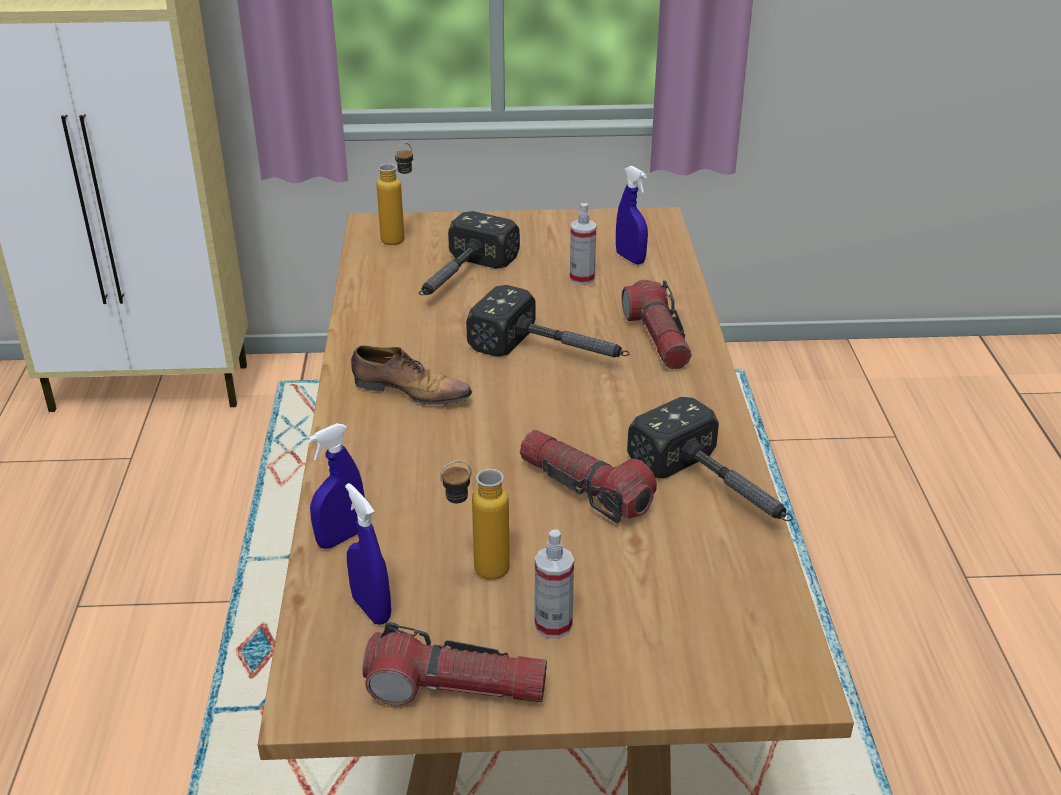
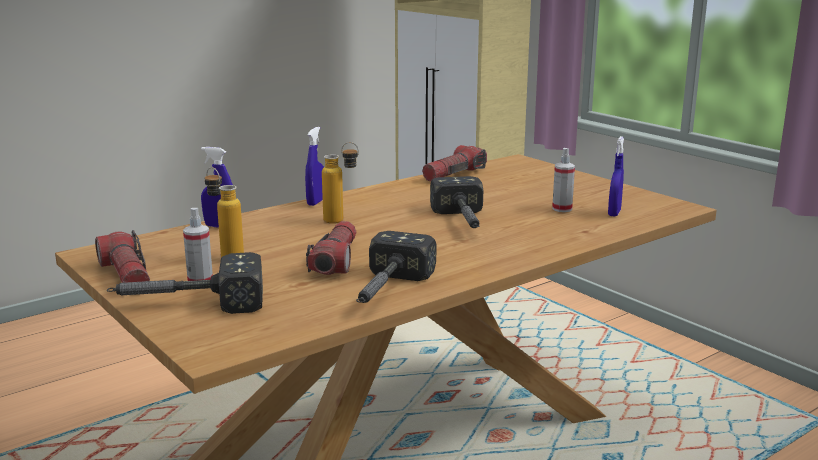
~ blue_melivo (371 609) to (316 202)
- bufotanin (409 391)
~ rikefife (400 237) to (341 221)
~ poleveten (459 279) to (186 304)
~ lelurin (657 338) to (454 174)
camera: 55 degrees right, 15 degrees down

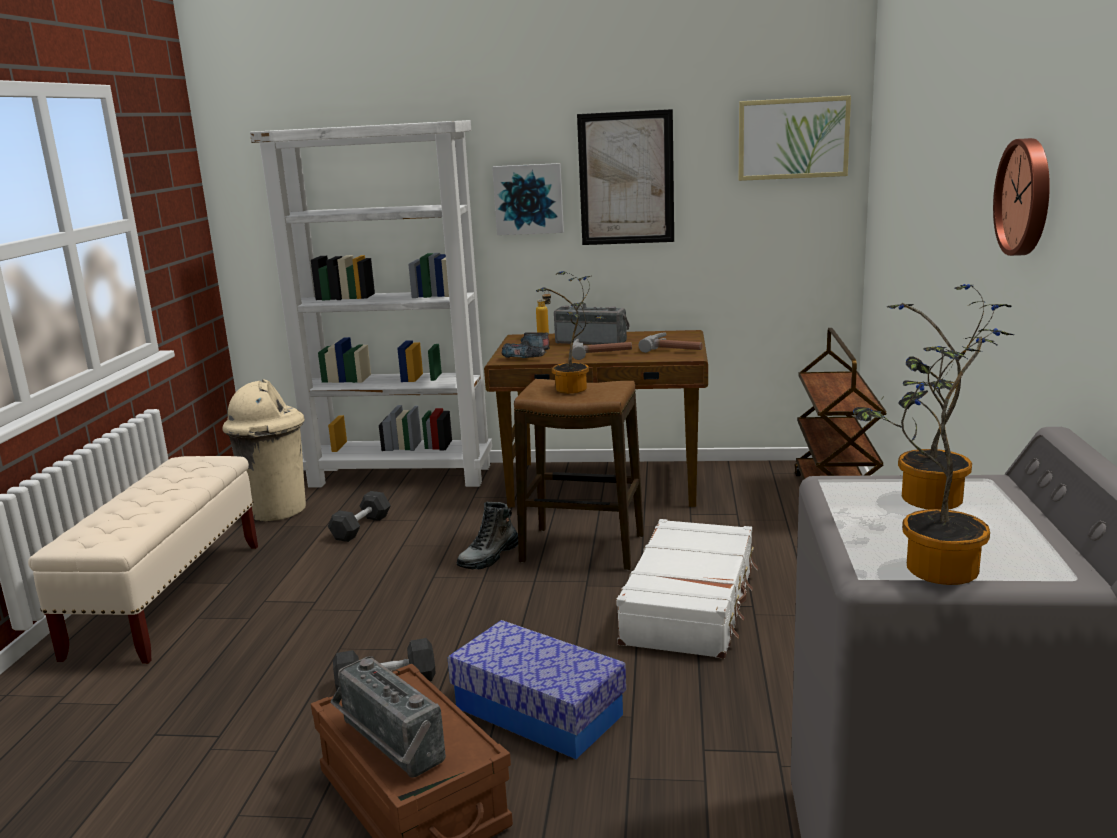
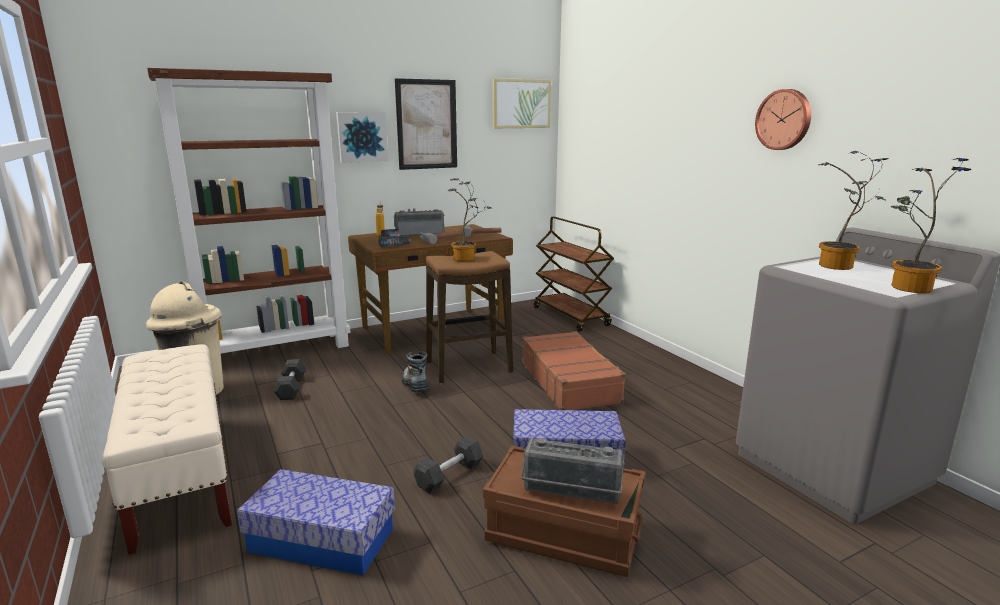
~ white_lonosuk (402 475) to brown_lonosuk (278 350)
~ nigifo (489 557) = (415 385) 150 degrees clockwise
~ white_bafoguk (691 604) to brown_bafoguk (569 382)
+ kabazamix (322 540)
camera: 35 degrees left, 0 degrees up

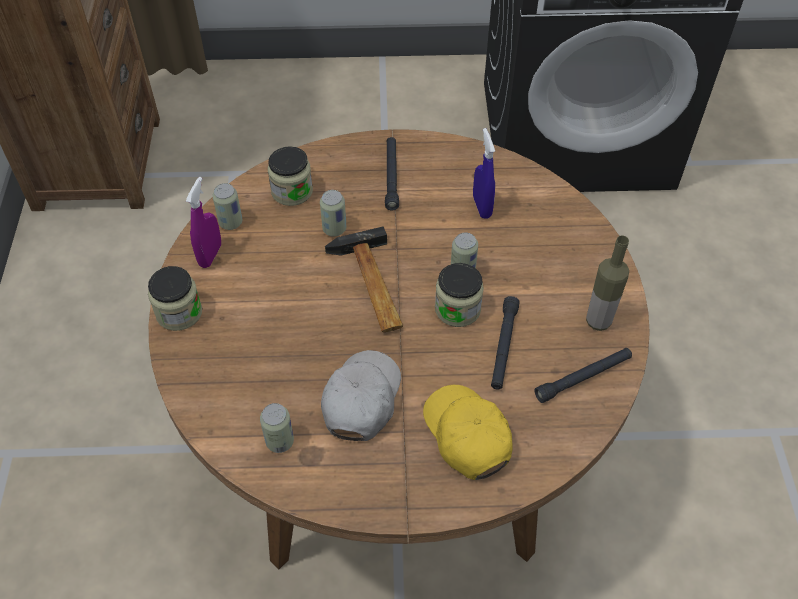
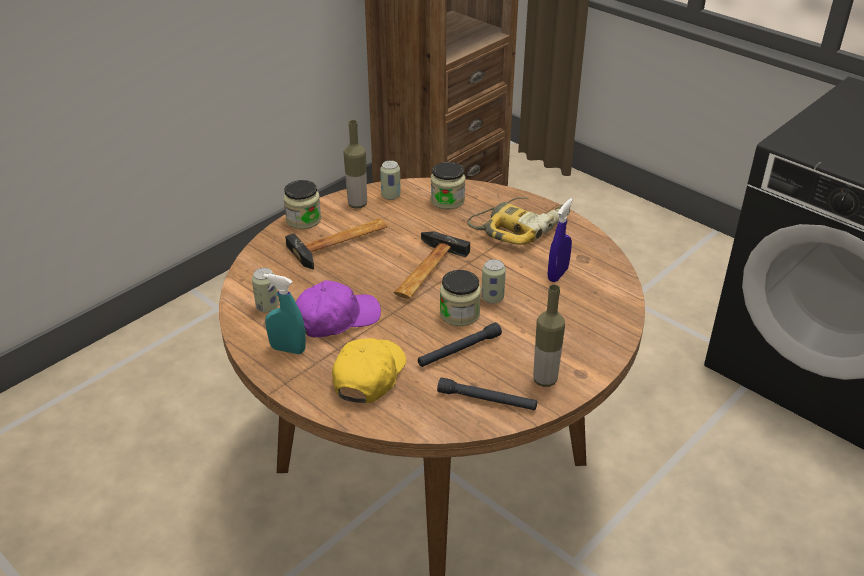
~ purple_melivo (210 255) to rikefife (357 204)
- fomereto (334 229)
~ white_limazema (361 400) to purple_limazema (336 318)
~ black_lelurin (391 176) to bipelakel (520 226)
+ turquoise_melivo (288 349)
+ poleveten (342 243)
camera: 45 degrees right, 15 degrees down

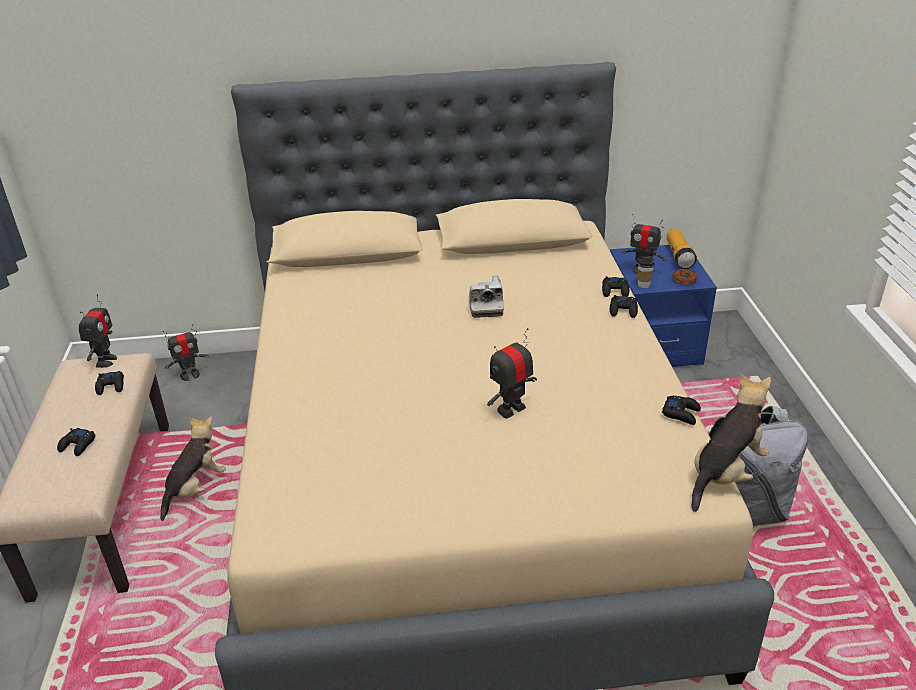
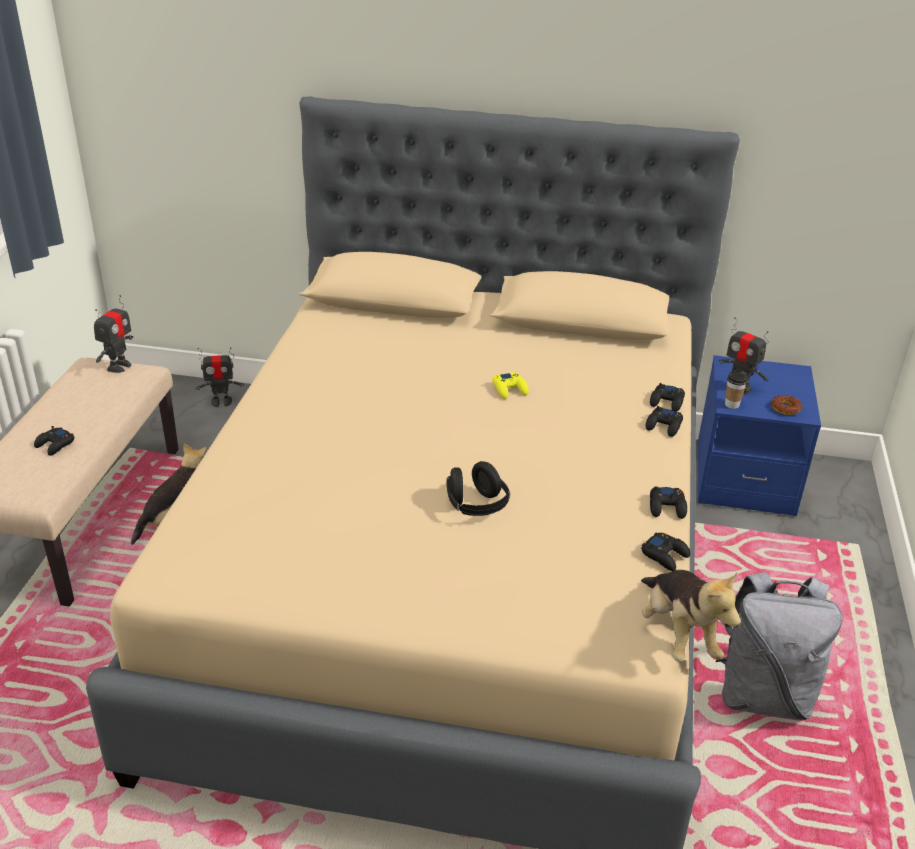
~ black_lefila (111 386) to (667 507)
~ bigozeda (485 306) to yellow_lefila (510 389)
~ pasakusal (511 409) to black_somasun (476 506)
- lelurin (679 256)
~ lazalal (725 473) = (678 633) 105 degrees clockwise
camera: 15 degrees right, 0 degrees up

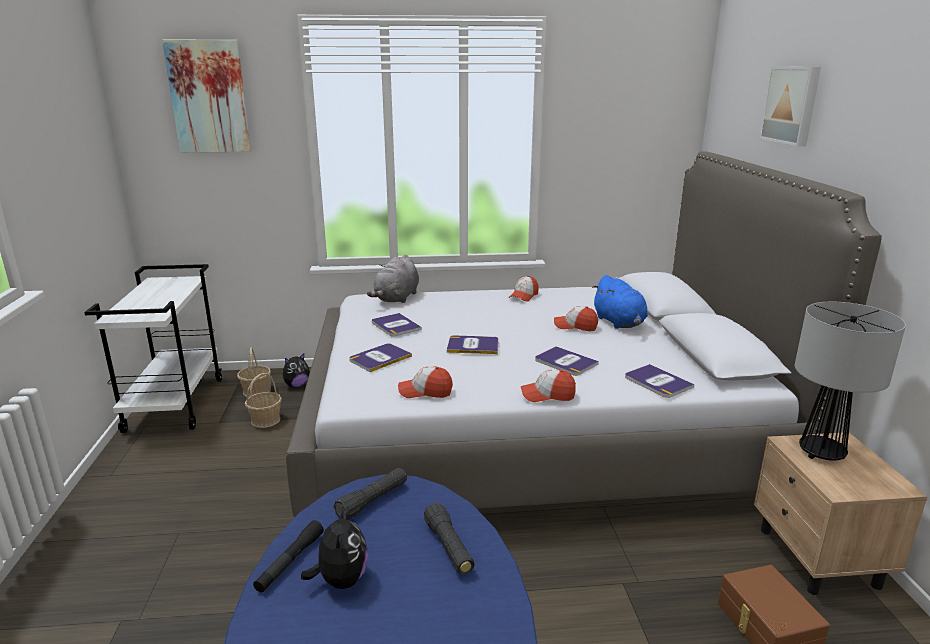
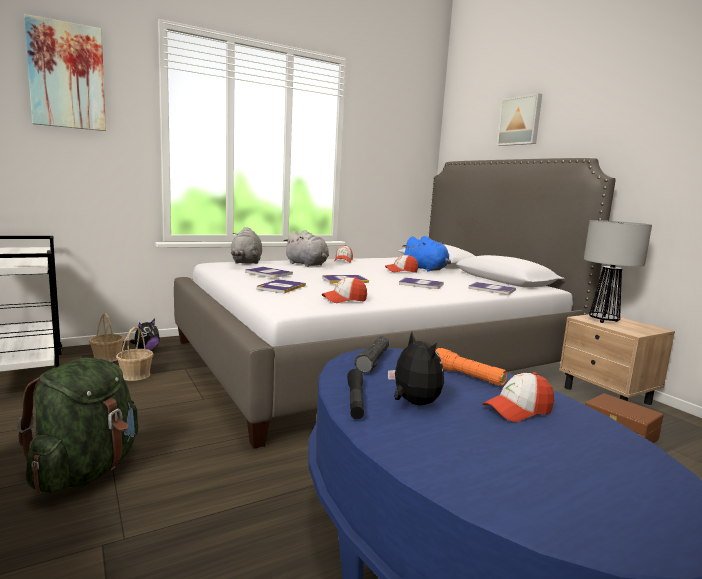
~ black_lelurin (449 547) to orange_lelurin (467 376)
~ limazema (547 395) to (517 410)
+ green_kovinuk (86 470)
+ grey_lazalal (307 265)
camera: 25 degrees left, 10 degrees down

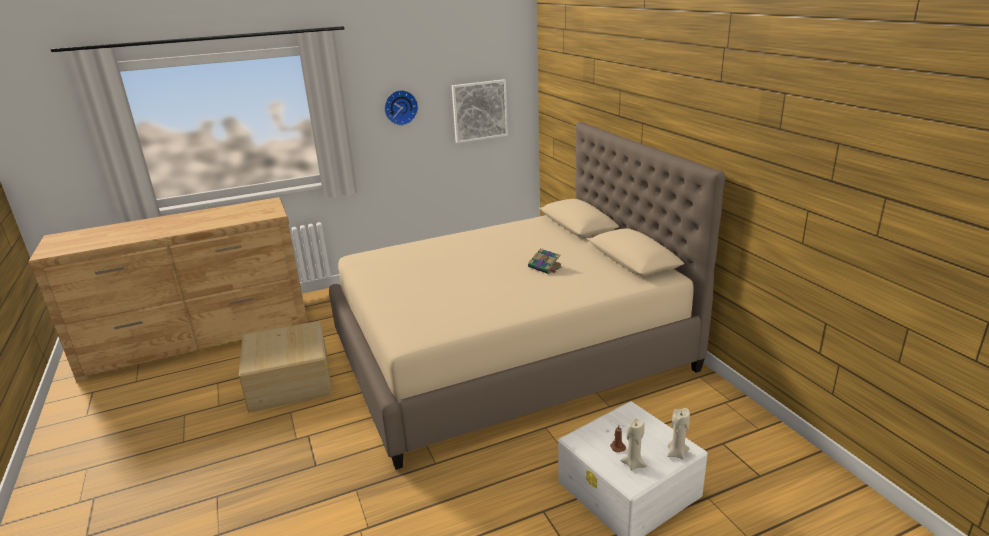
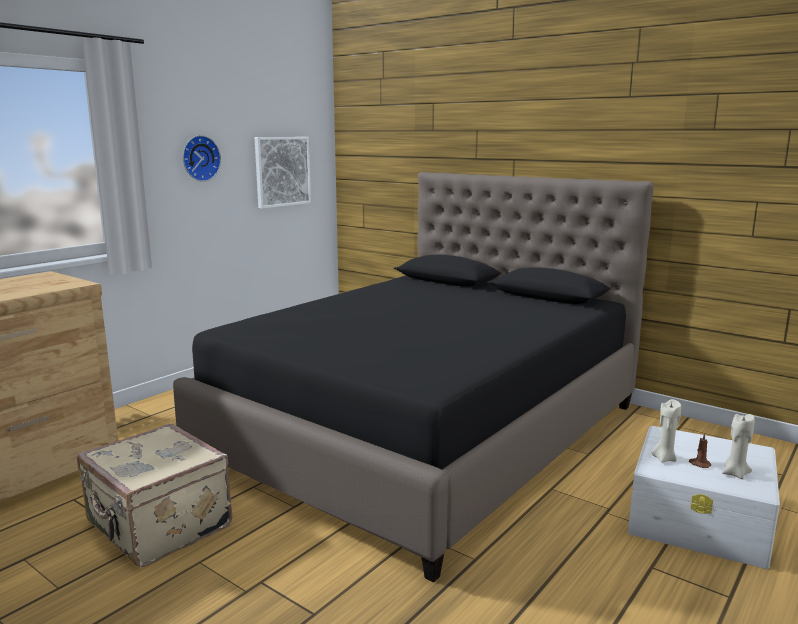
~ beige_kabazamix (290 382) to beige_bafoguk (158 527)
~ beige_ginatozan (509 353) to black_ginatozan (427 431)
- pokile (545 267)
~ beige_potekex (676 453) to (664 458)
camera: 30 degrees left, 10 degrees down

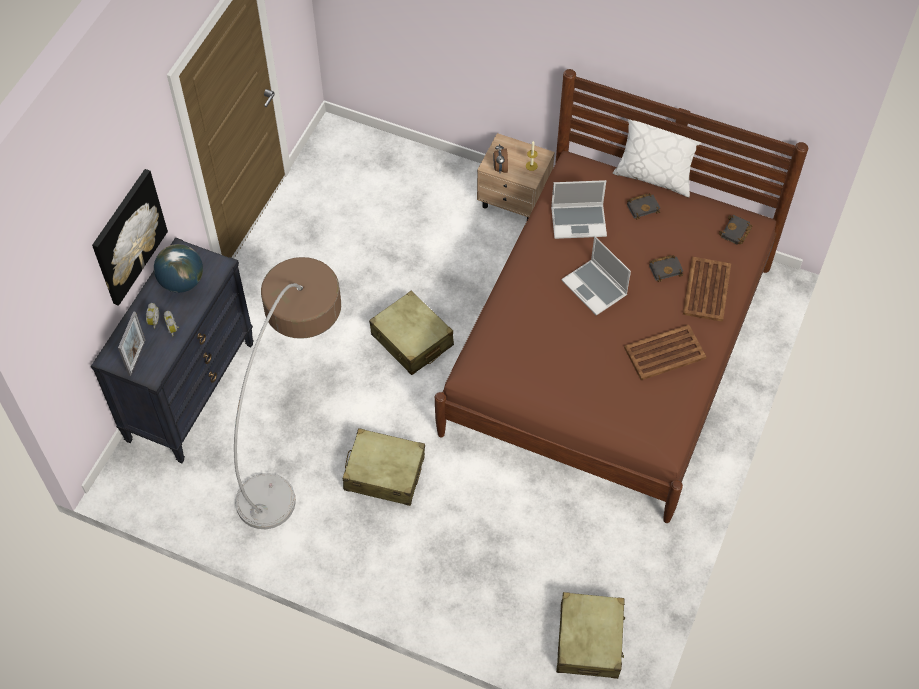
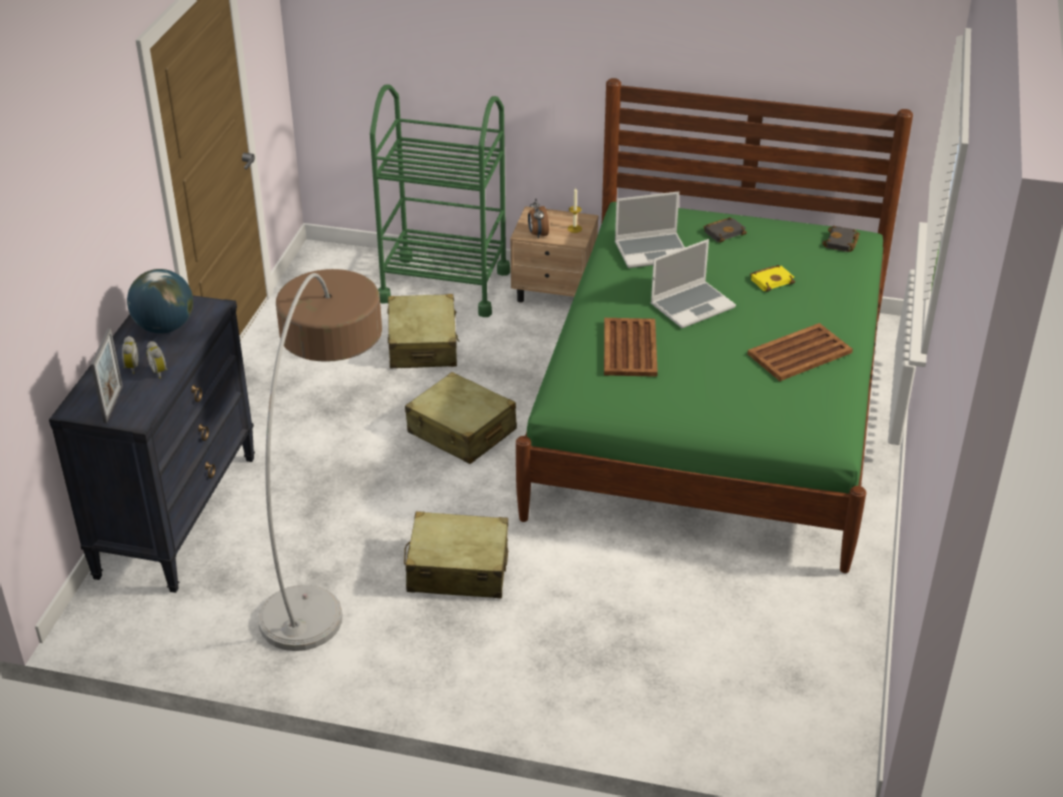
- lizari (128 236)
~ brown_ginatozan (608 349) to green_ginatozan (711 412)
~ beige_bafoguk (589 640) to (423 344)
~ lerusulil (595 288) = (692 305) 75 degrees counterclockwise
- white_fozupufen (654 176)
~ black_pokile (666 269) to yellow_pokile (772 280)
~ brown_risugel (706 290) to (629 349)
+ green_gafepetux (444 286)
camera: 10 degrees left, 20 degrees down

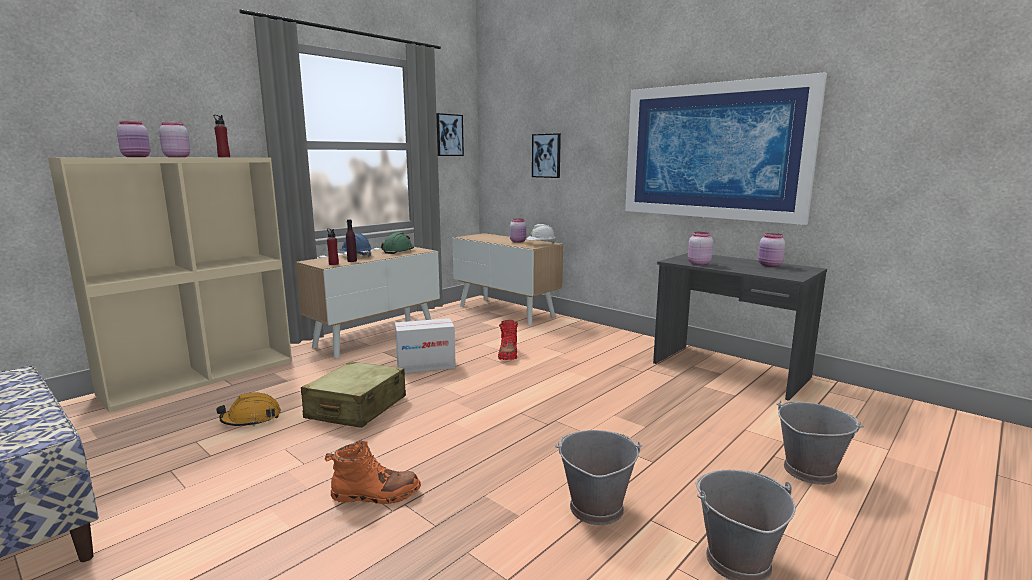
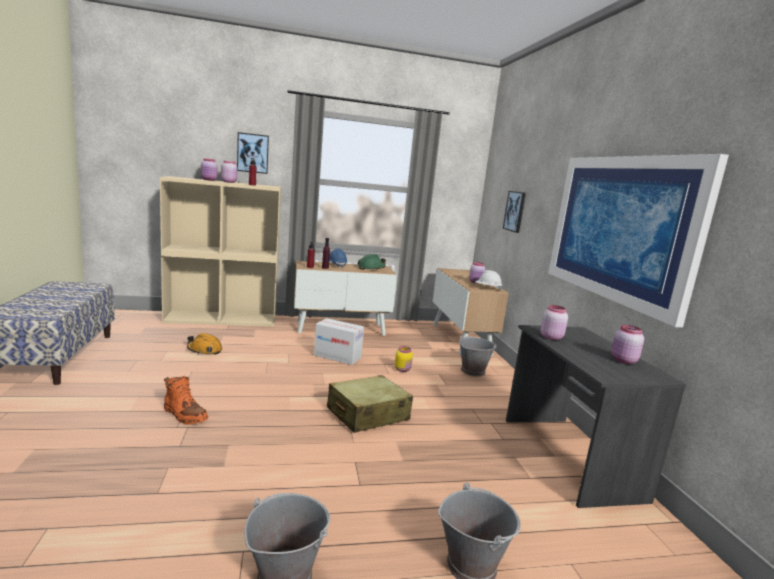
~ beige_bafoguk (356 408) to (367 414)
~ lizari (449 135) to (253 153)
~ red_nigifo (508 354) to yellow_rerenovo (403 369)
~ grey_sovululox (595 507) to (472 371)
camera: 35 degrees right, 0 degrees up

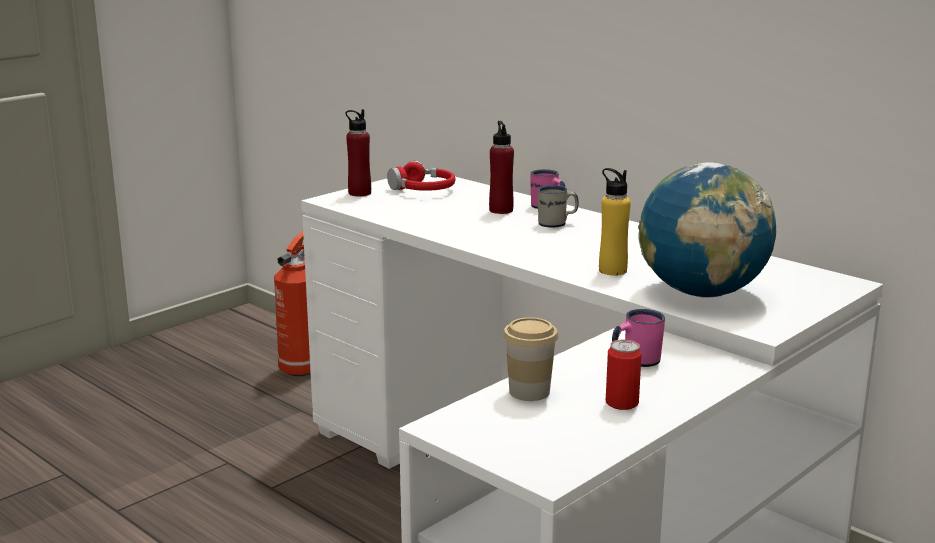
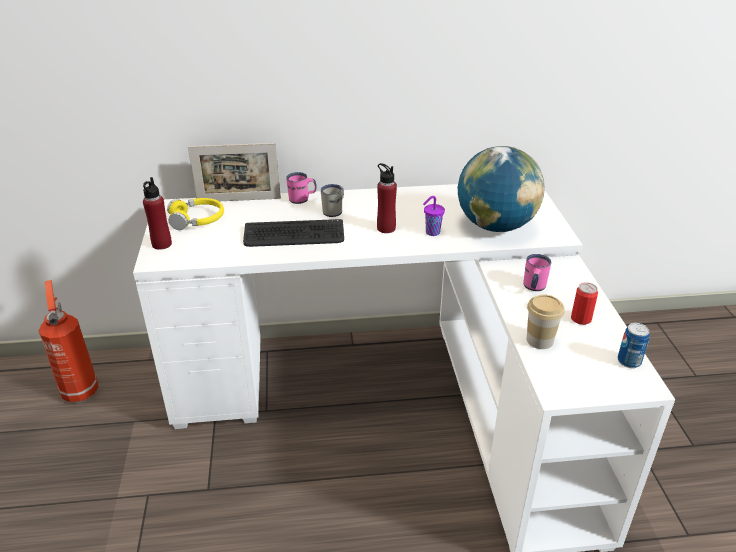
~ red_somasun (422 189) to yellow_somasun (197 220)
~ red_rikefife (501 210) to (386 228)
~ yellow_rikefife (612 270) to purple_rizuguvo (431 233)
+ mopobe (238 200)
+ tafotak (294 235)
+ fomereto (629 361)
camera: 50 degrees left, 15 degrees up

